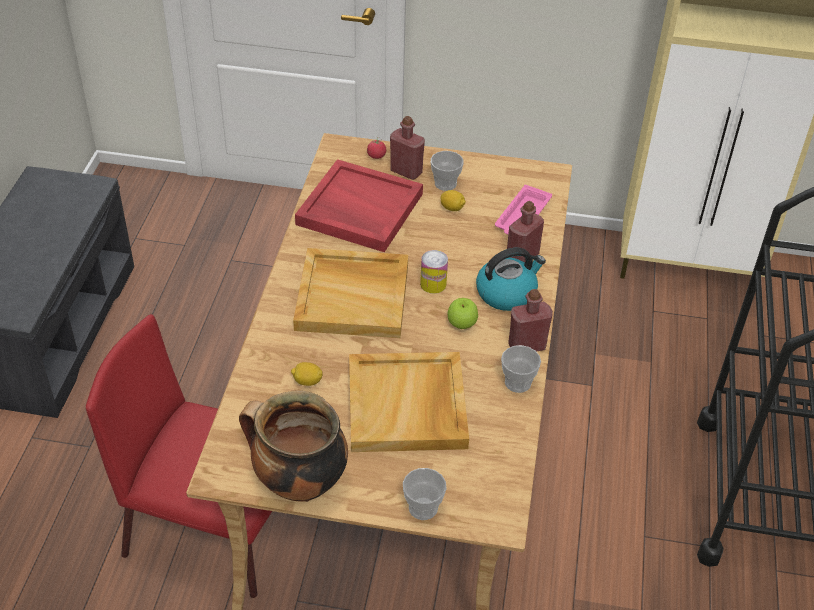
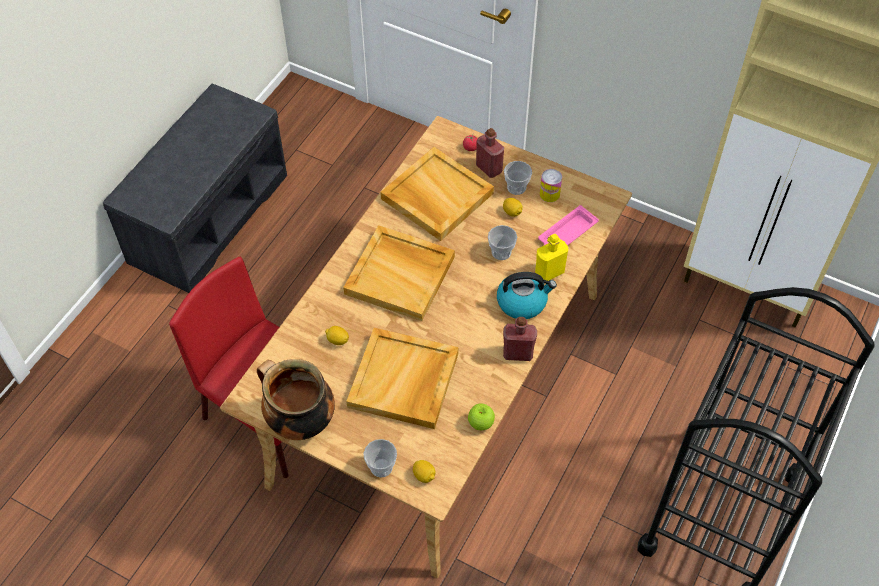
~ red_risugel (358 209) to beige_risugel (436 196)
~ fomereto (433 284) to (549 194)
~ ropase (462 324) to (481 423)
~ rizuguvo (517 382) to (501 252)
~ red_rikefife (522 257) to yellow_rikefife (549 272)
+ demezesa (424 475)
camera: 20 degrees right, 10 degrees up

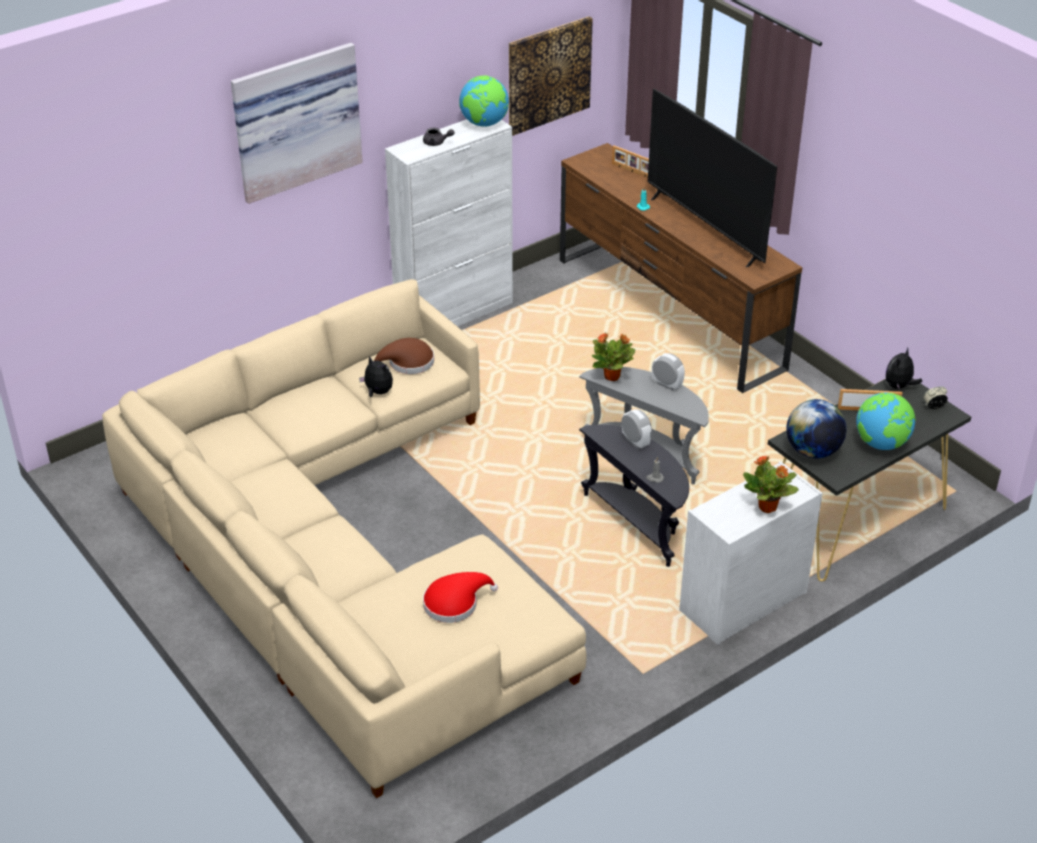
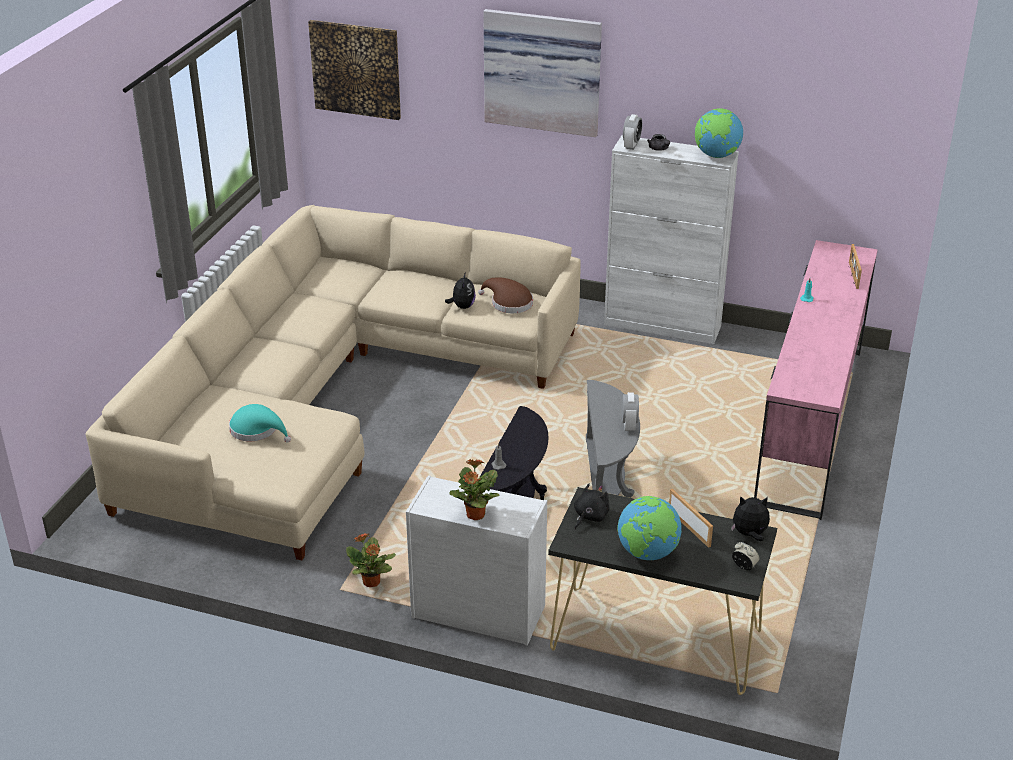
~ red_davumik (454 603) to turquoise_davumik (257 430)
~ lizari (548 75) to (356 69)
~ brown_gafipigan (669 314) to pink_gafipigan (809 423)
~ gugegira (612 376) to (371 583)
~ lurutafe (635 442) to (631 145)
- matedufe (705 229)
~ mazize (813 451) to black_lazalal (589 516)
camera: 55 degrees right, 5 degrees down

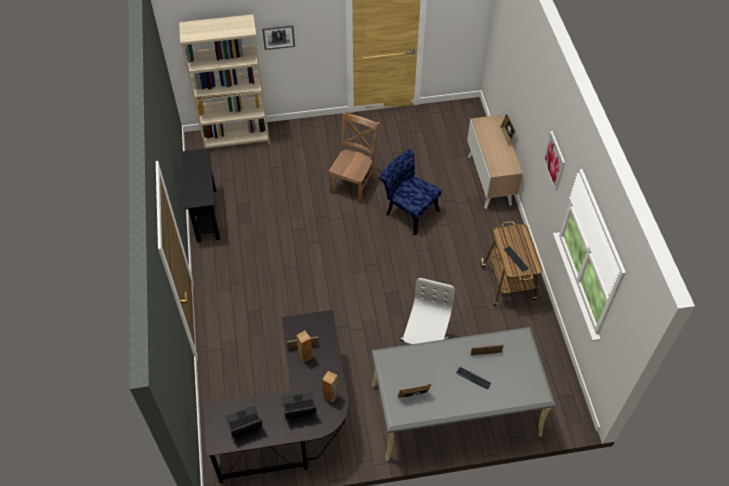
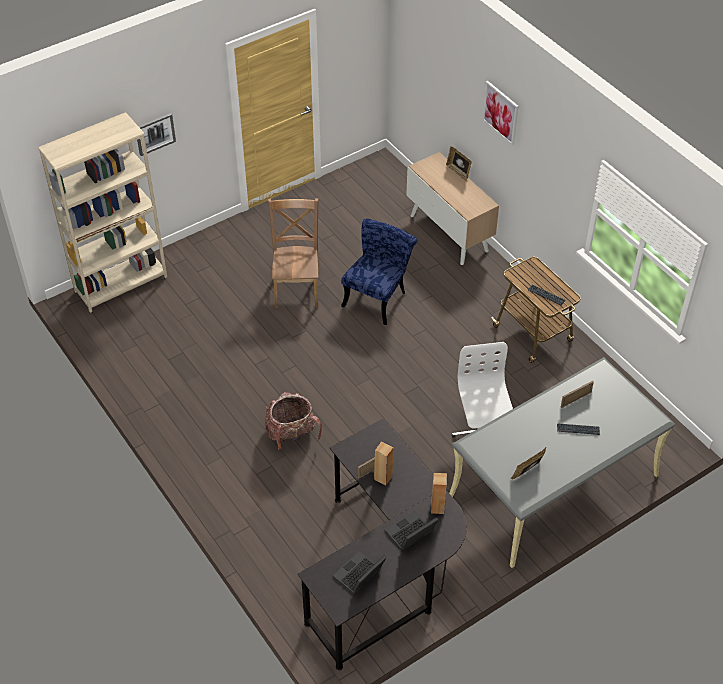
- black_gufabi (206 215)
~ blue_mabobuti (408 211) = (378 296) 105 degrees clockwise
~ lizari (554 160) to (501 112)
+ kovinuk (291 435)
camera: 25 degrees left, 5 degrees down

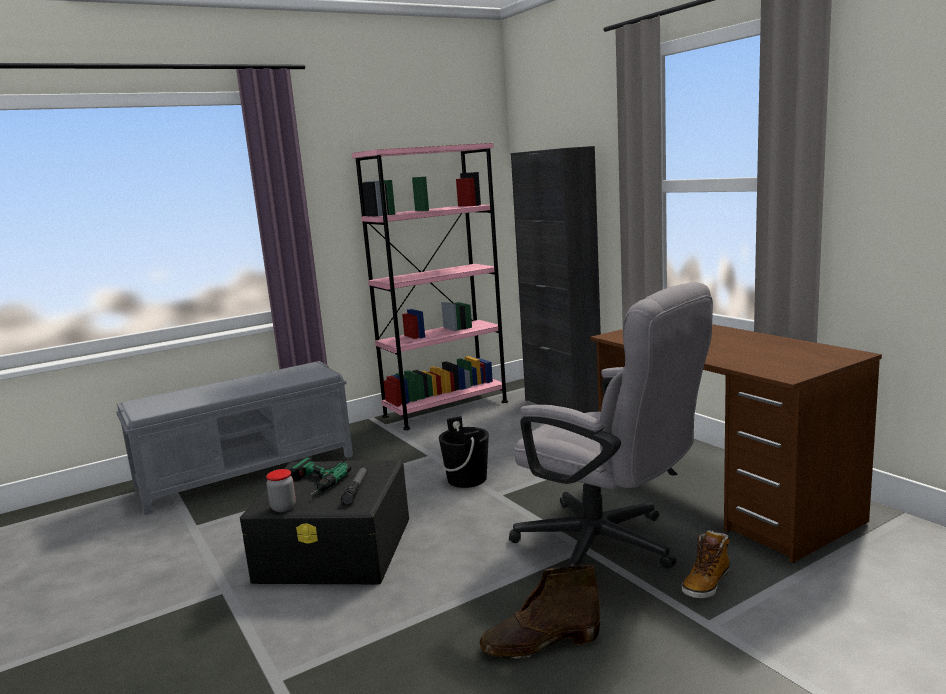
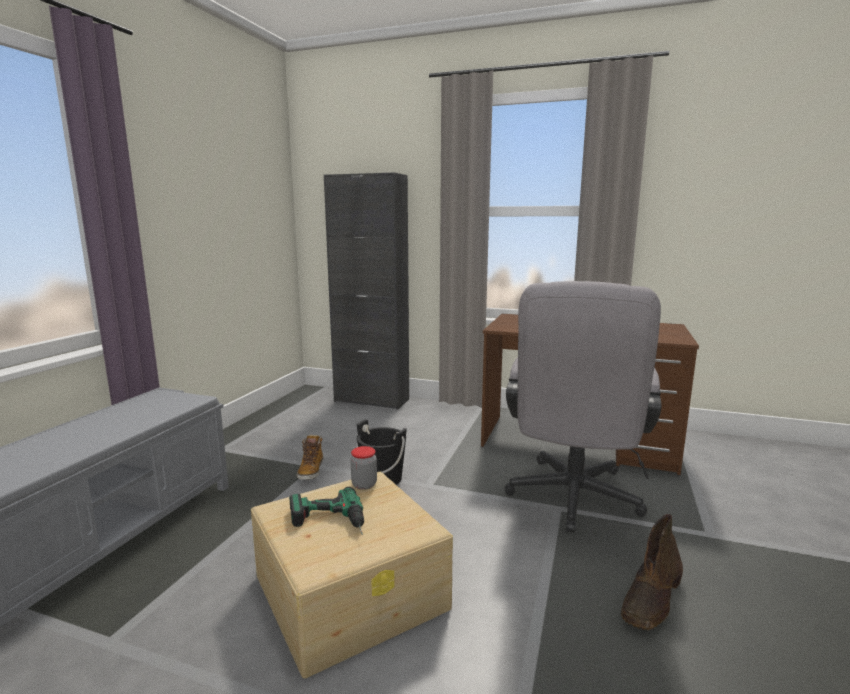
~ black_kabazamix (336 549) to beige_kabazamix (352 591)
~ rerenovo (283 507) to (364 484)
- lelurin (356 490)
- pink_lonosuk (446 409)
~ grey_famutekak (609 547) = (572 501) 105 degrees clockwise
~ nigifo (706 583) to (311 471)
camera: 40 degrees left, 0 degrees up

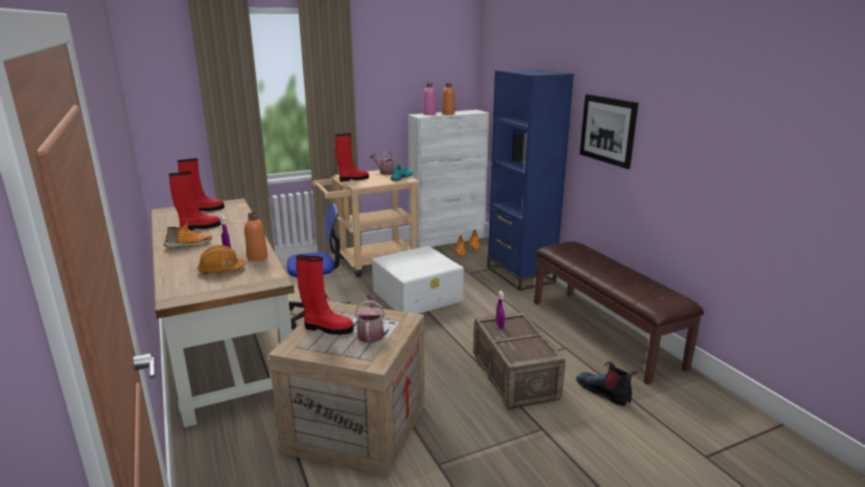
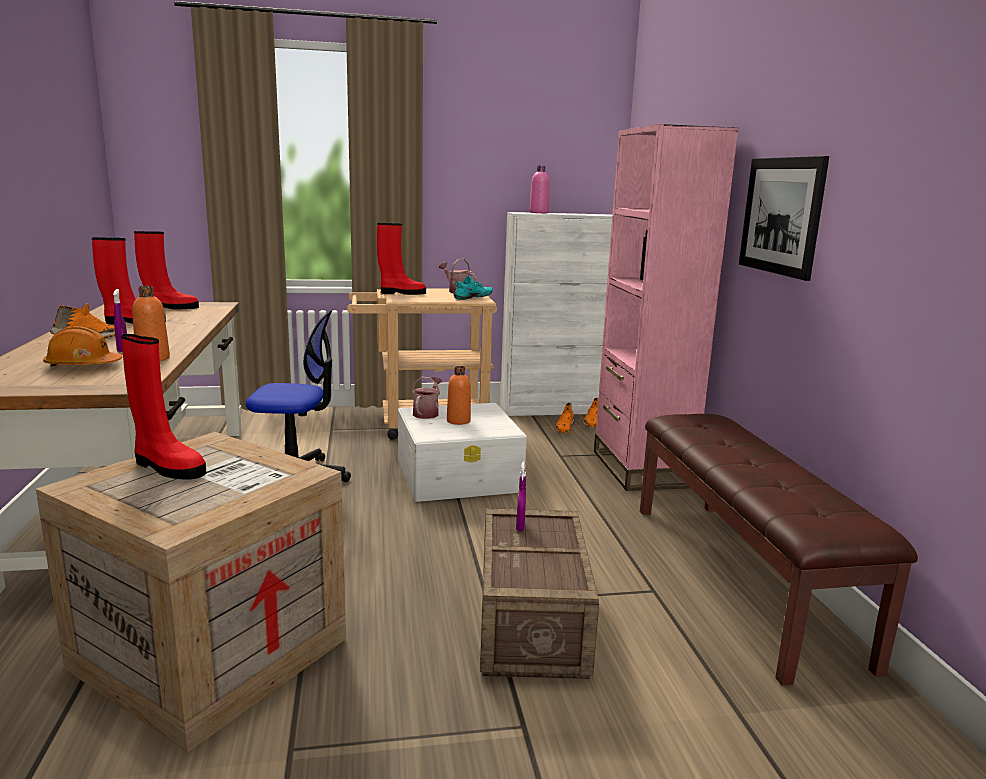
~ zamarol (371 333) to (427 413)
~ orange_rikefife (448 114) to (458 421)
~ blue_lonosuk (520 274) to pink_lonosuk (641 469)
- nigifo (604 392)
camera: 15 degrees right, 5 degrees down

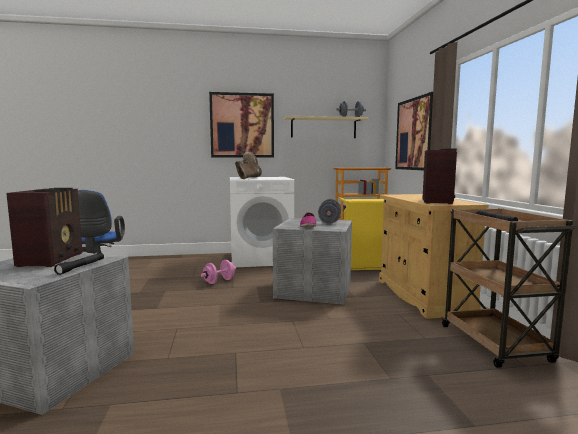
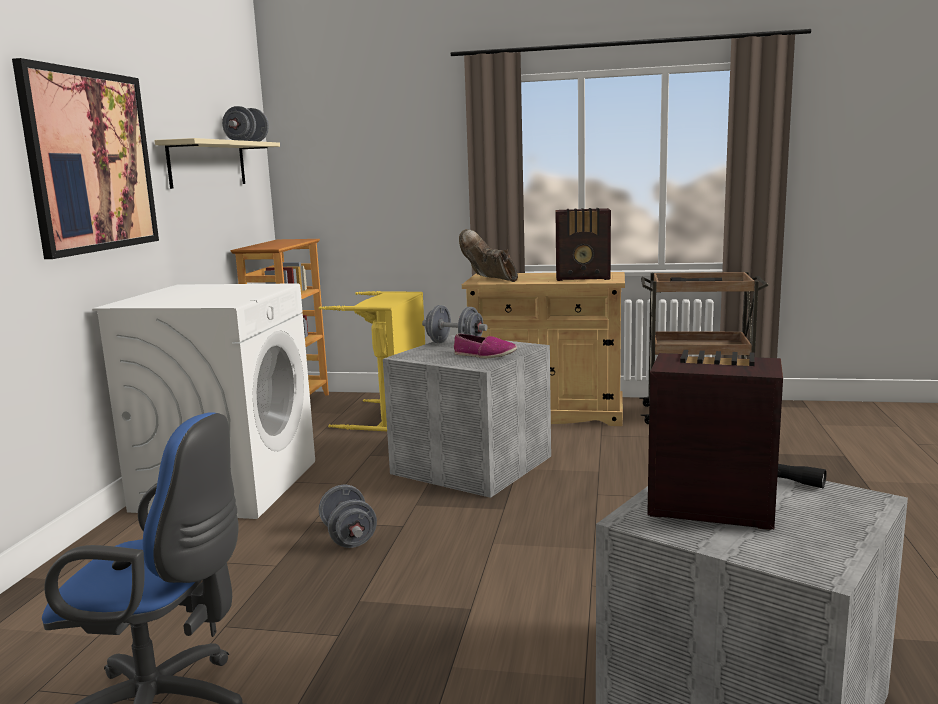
~ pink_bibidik (219 281) to grey_bibidik (348 537)
~ brown_nigifo (248 178) to (489 280)
- lizari (415 134)
~ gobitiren (437 201) = (584 278) 150 degrees clockwise
camera: 70 degrees left, 5 degrees up

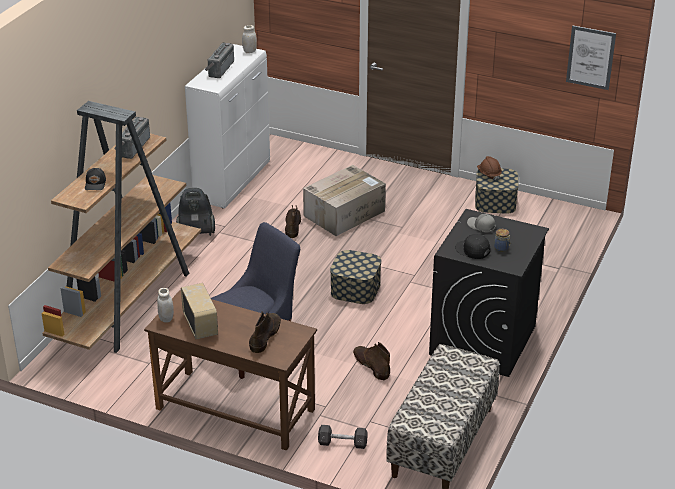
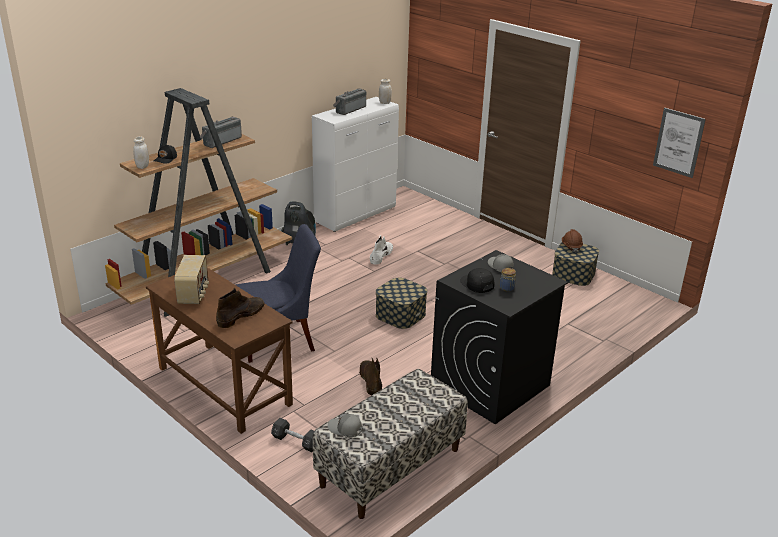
~ white_rerenovo (166 318) to (142 166)
~ brown_nigifo (292 225) to white_nigifo (381 255)
- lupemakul (345 213)
+ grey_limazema (345 429)
camera: 20 degrees right, 5 degrees down

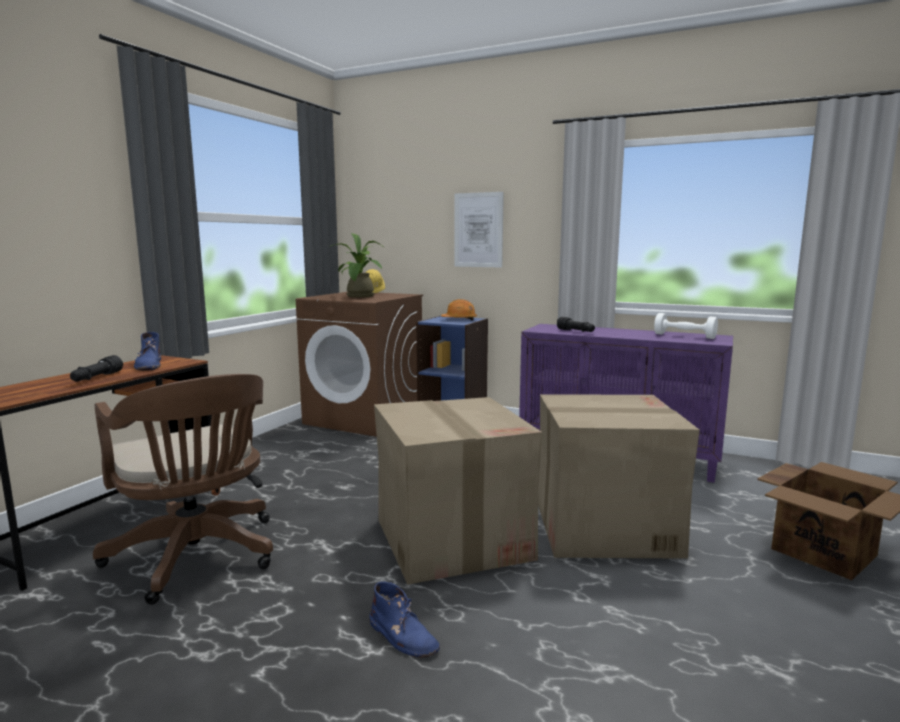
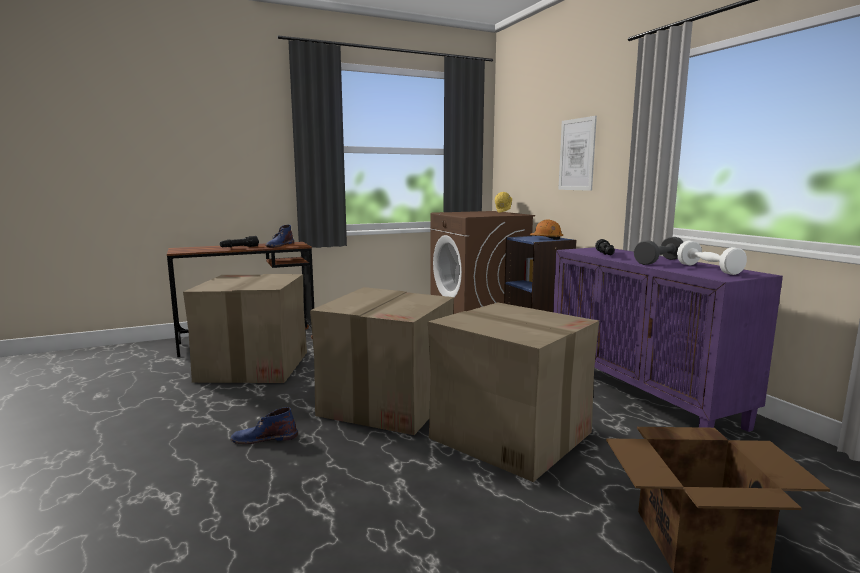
~ brown_famutekak (198 557) to lupemakul (253 366)
- gugegira (360 296)
~ blue_nigifo (403 636) = (264 438) 90 degrees clockwise
+ grey_bibidik (658 262)
camera: 40 degrees right, 0 degrees up

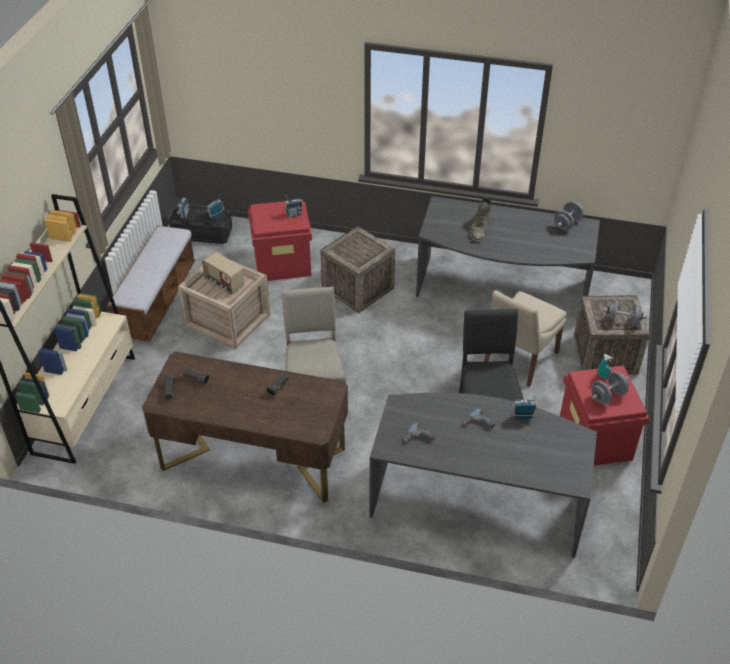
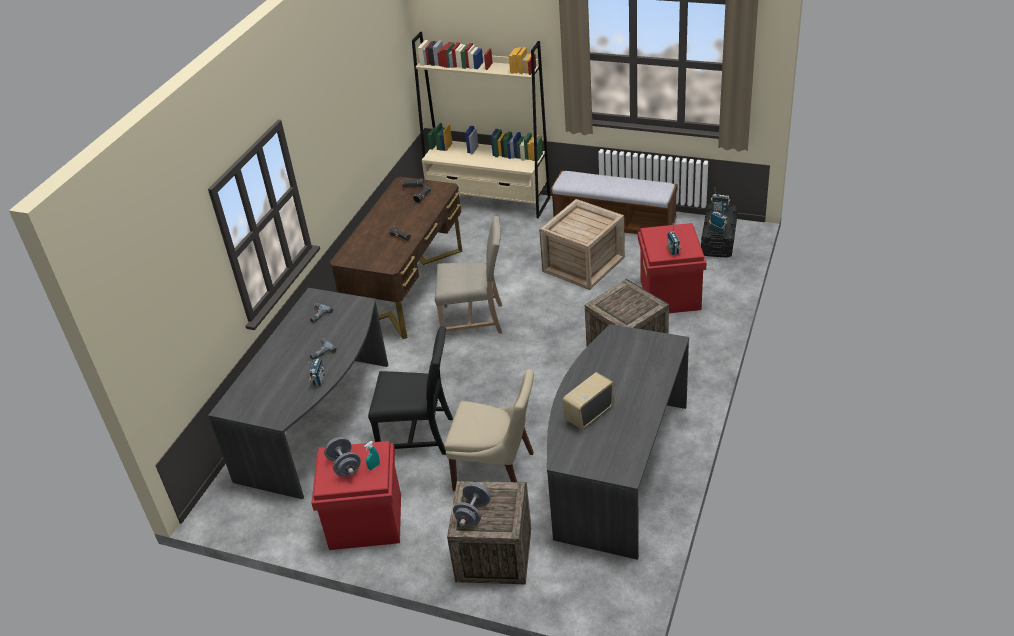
~ gobitiren (224 284) to (589 413)
- green_nigifo (479 229)
~ beige_mabobuti (519 359) = (497 472) 150 degrees clockwise
- grey_bibidik (567 224)
camera: 100 degrees right, 5 degrees down

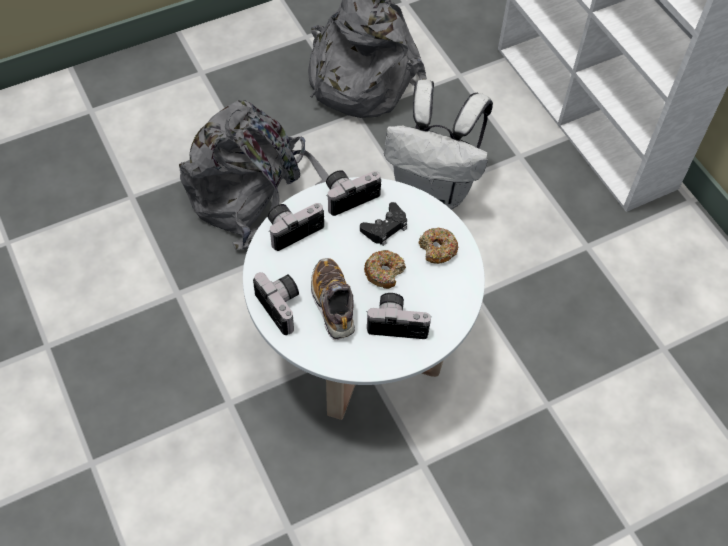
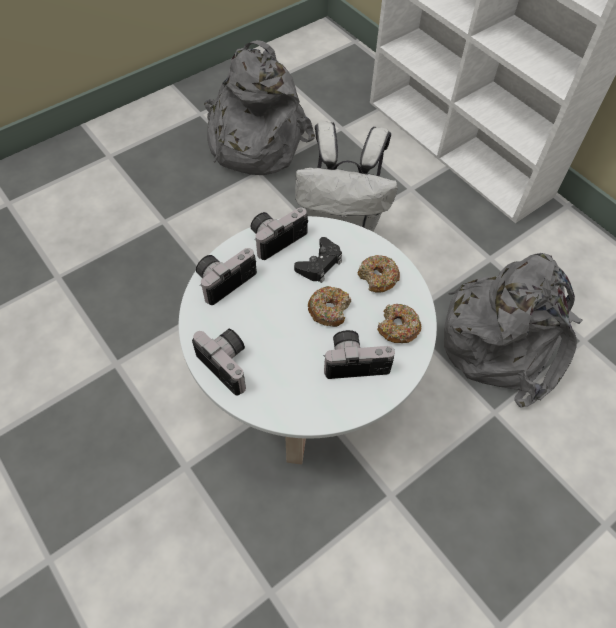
~ grey_kovinuk (254 193) to (505 341)
- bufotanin (333 304)
+ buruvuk (397 328)
camera: 10 degrees left, 0 degrees up

